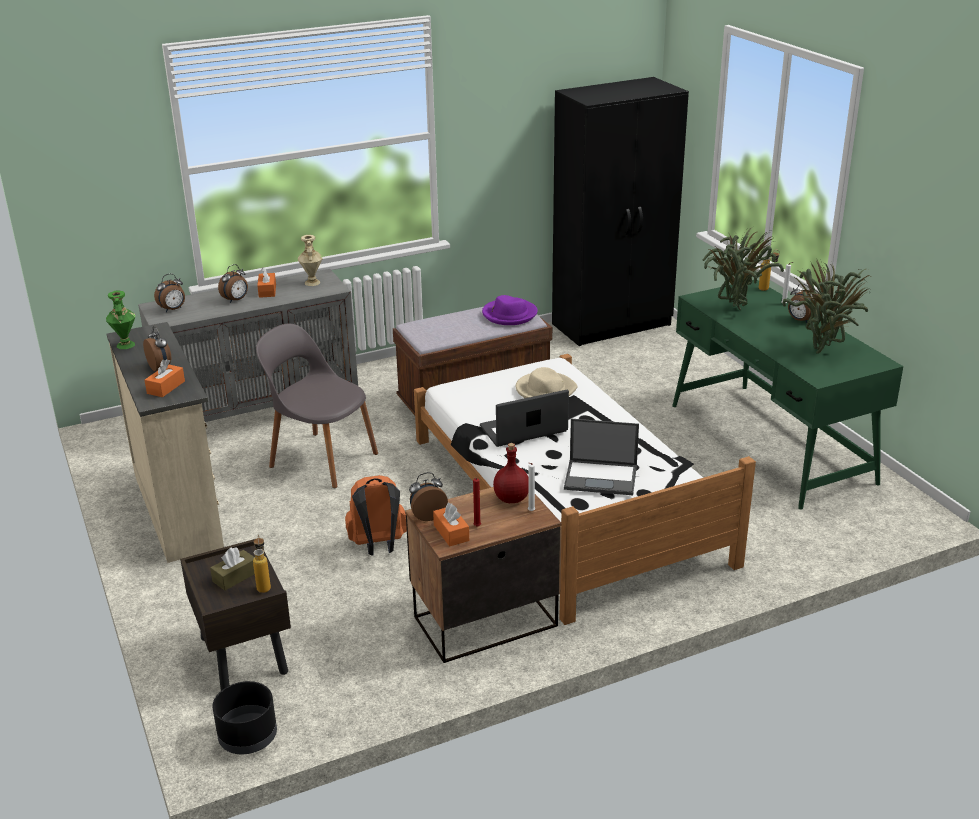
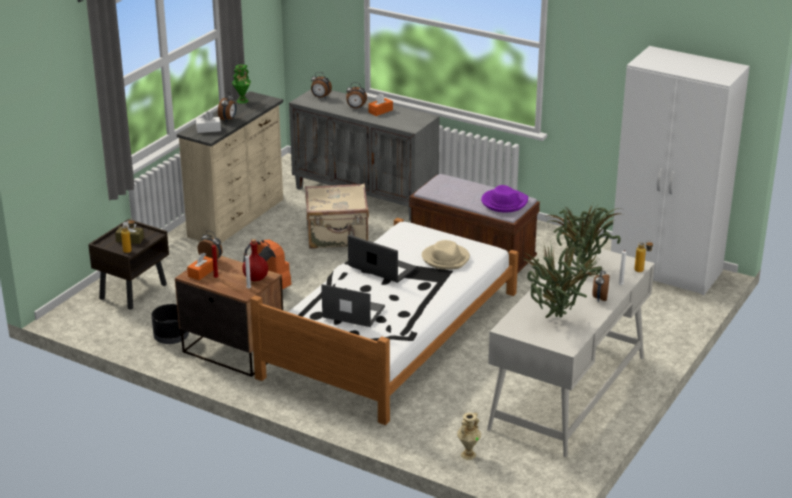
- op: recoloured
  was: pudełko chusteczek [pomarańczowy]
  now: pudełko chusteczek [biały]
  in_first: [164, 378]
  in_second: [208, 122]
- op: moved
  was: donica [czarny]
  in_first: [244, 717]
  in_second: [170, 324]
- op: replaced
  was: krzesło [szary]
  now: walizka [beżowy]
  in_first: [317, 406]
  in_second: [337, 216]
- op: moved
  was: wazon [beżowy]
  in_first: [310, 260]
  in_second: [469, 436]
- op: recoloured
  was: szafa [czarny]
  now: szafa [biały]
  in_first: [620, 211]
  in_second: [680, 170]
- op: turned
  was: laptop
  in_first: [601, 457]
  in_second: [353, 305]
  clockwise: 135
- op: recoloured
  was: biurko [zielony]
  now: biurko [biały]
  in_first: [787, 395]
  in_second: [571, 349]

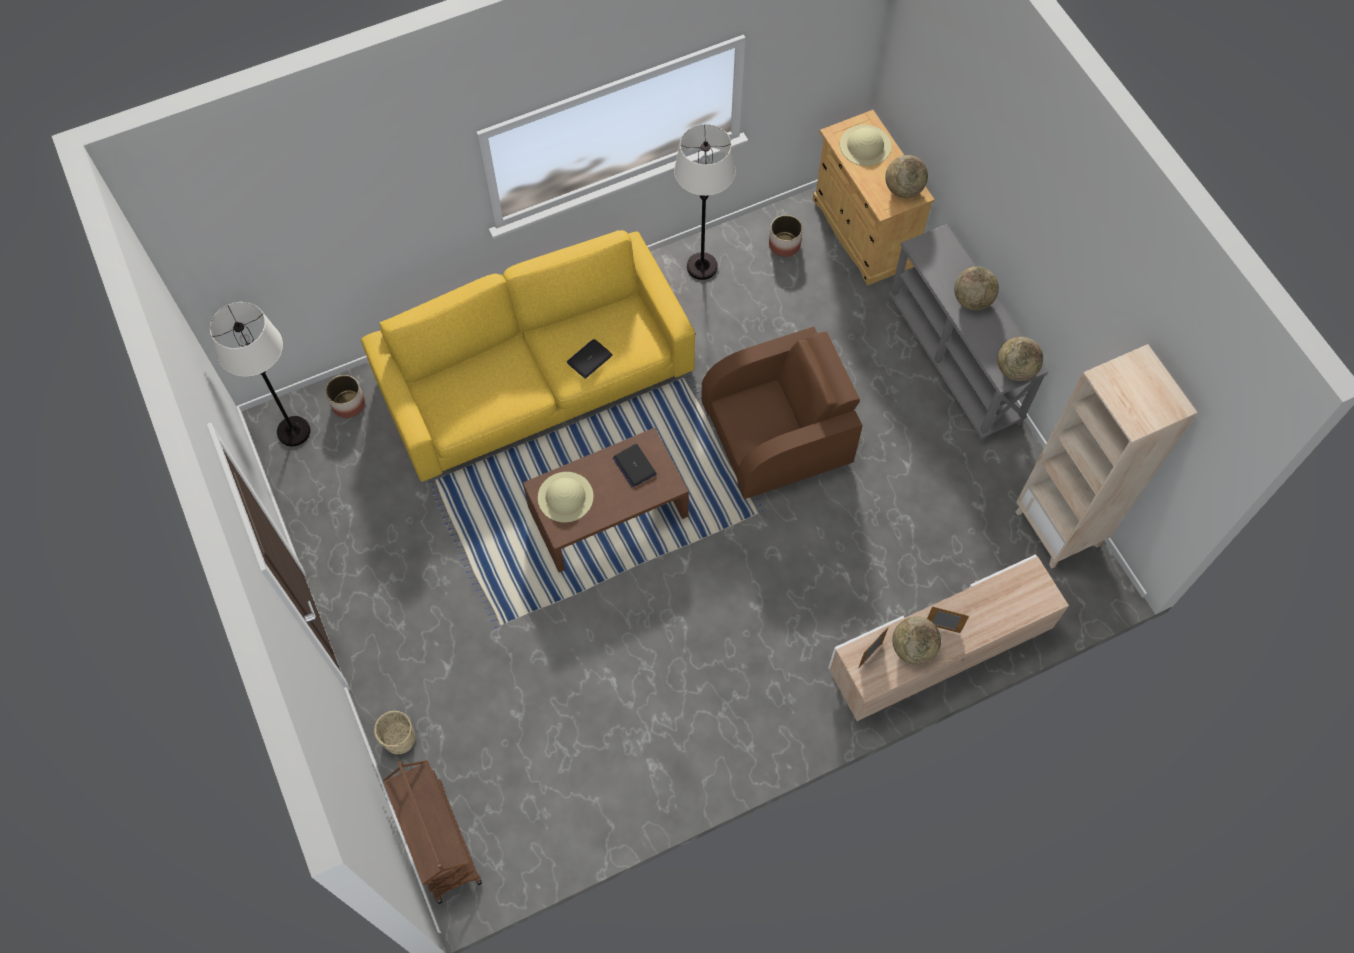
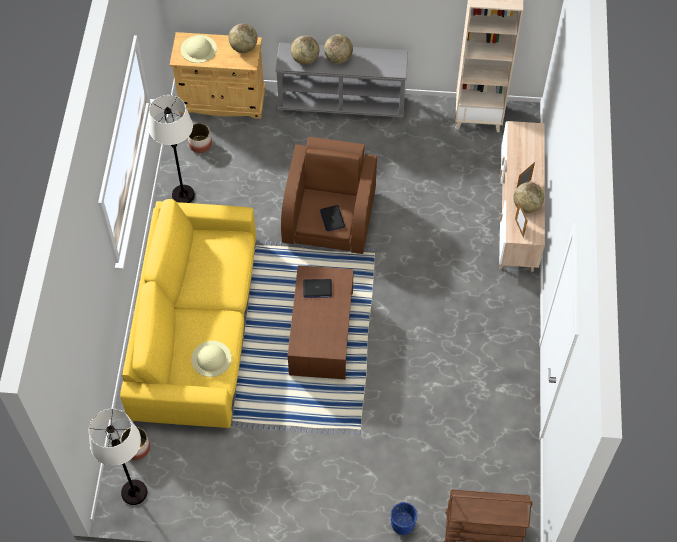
- op: recoloured
  was: donica [beżowy]
  now: donica [niebieski]
  in_first: [394, 732]
  in_second: [404, 518]
- op: moved
  was: kapelusz [beżowy]
  in_first: [566, 497]
  in_second: [211, 359]
- op: moved
  was: laptop
  in_first: [590, 359]
  in_second: [332, 218]
- op: moved
  was: globus
  in_first: [1020, 359]
  in_second: [305, 50]

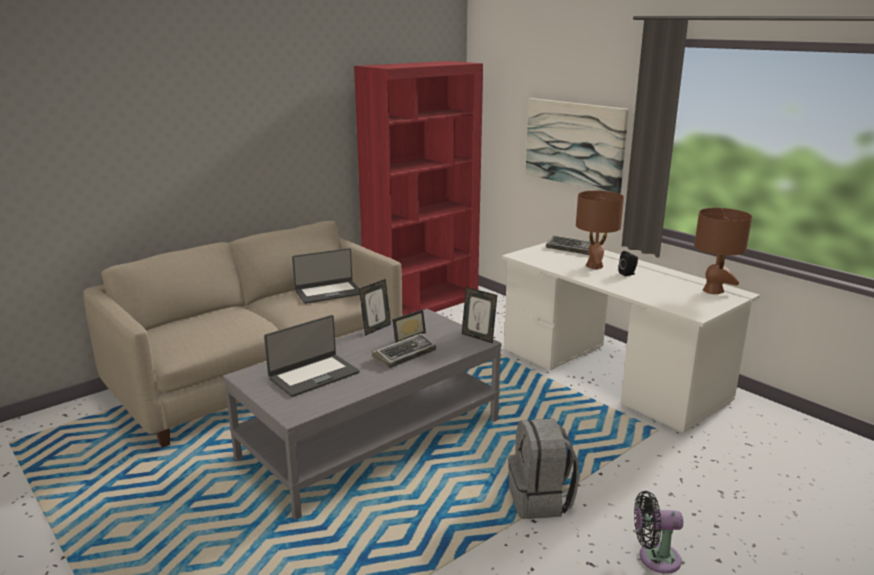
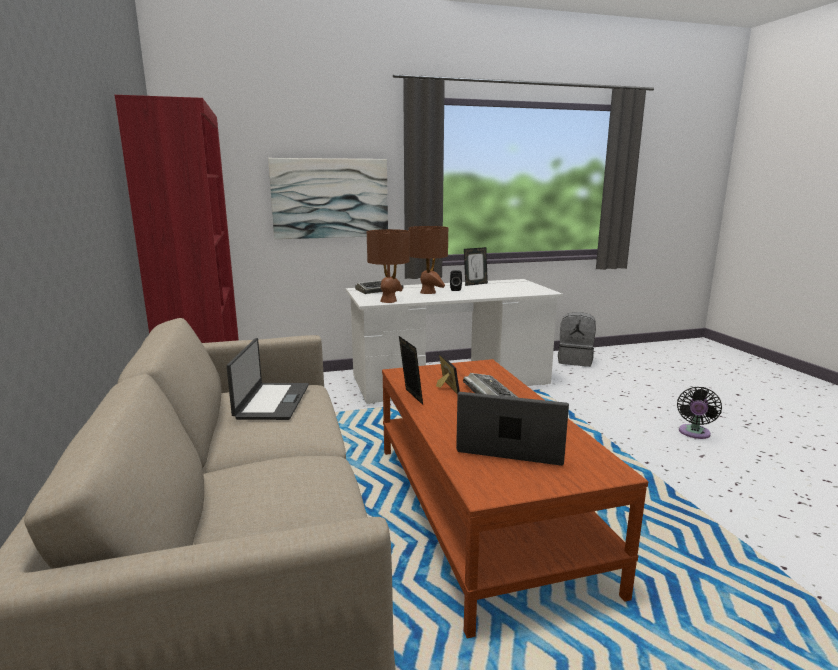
- op: recoloured
  was: ława [szary]
  now: ława [brązowy]
  in_first: [362, 414]
  in_second: [515, 498]
- op: turned
  was: laptop
  in_first: [312, 356]
  in_second: [512, 429]
  clockwise: -60
- op: moved
  was: ramka na zdjęcie
  in_first: [479, 315]
  in_second: [476, 266]
- op: moved
  was: plecak [szary]
  in_first: [543, 469]
  in_second: [577, 339]
- op: moved
  was: lampa stołowa [brązowy]
  in_first: [723, 251]
  in_second: [388, 266]

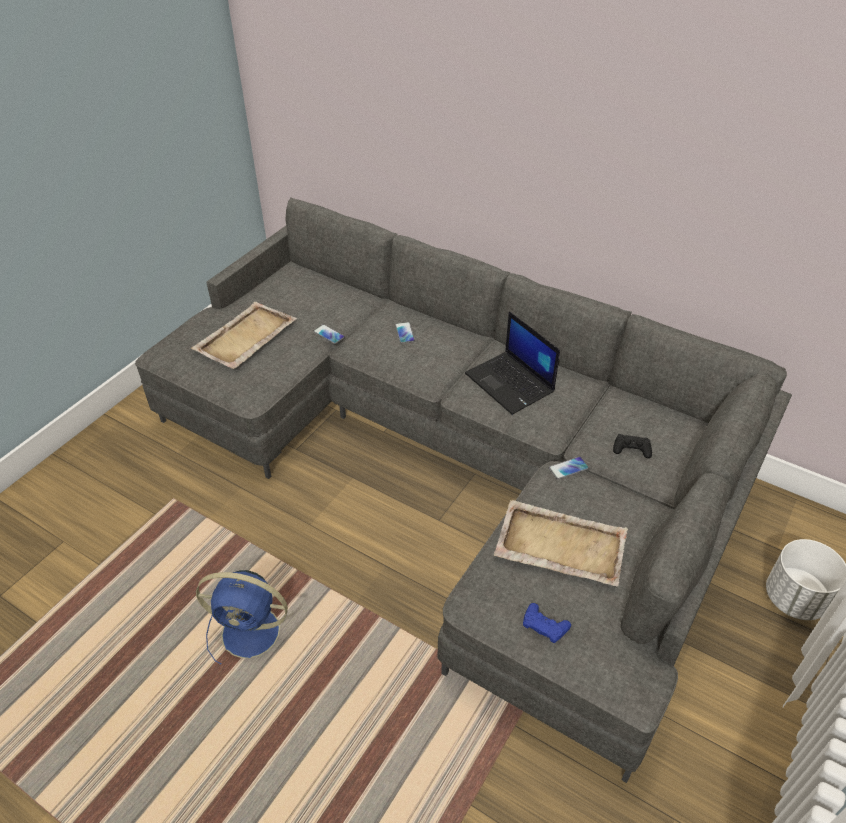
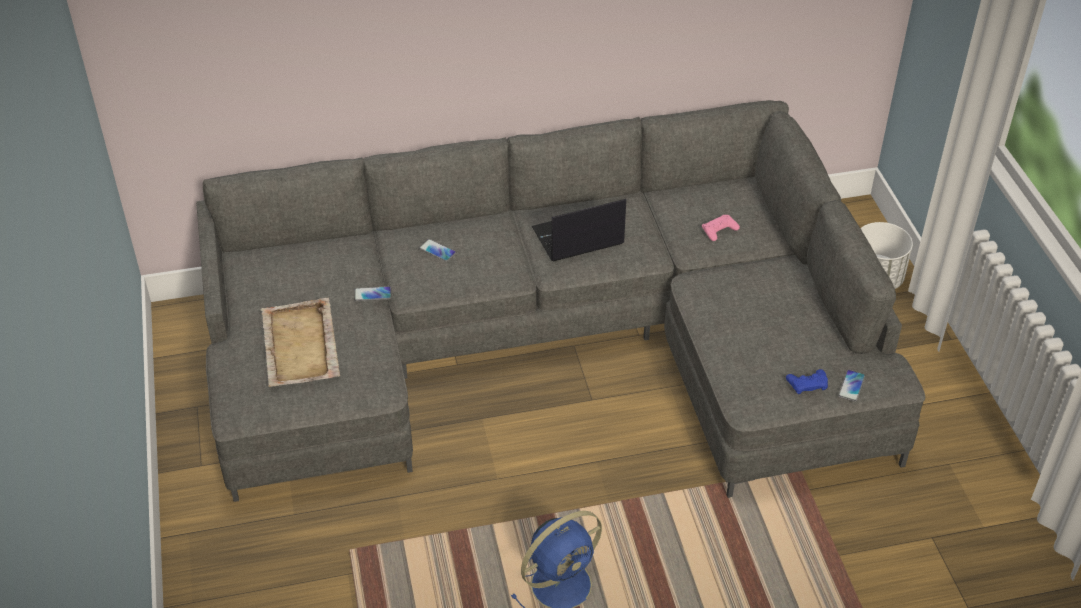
- op: turned
  was: laptop
  in_first: [512, 363]
  in_second: [579, 230]
  clockwise: 150
- op: removed
  was: taca [beżowy]
  in_first: [561, 543]
- op: moved
  was: telefon
  in_first: [569, 468]
  in_second: [851, 386]
- op: recoloured
  was: pad do gier [czarny]
  now: pad do gier [różowy]
  in_first: [632, 446]
  in_second: [721, 228]

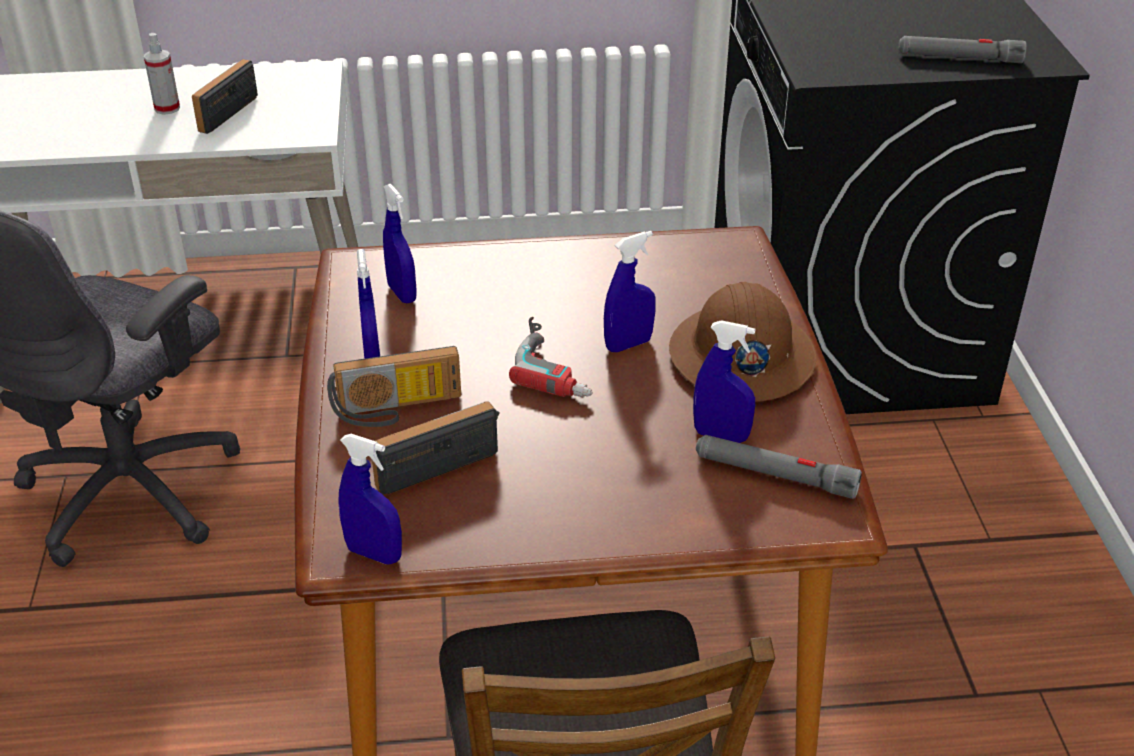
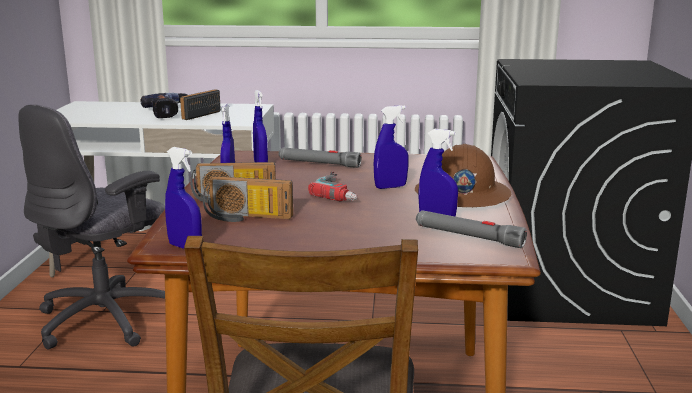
- op: replaced
  was: spryskiwacz
  now: wiertarka
  in_first: [162, 74]
  in_second: [164, 105]
- op: turned
  was: radio
  in_first: [436, 448]
  in_second: [248, 199]
  clockwise: -150
- op: moved
  was: latarka [szary]
  in_first: [962, 49]
  in_second: [320, 157]

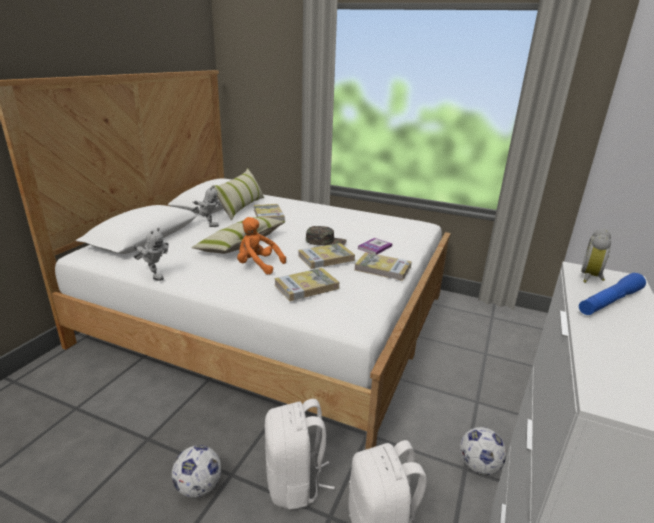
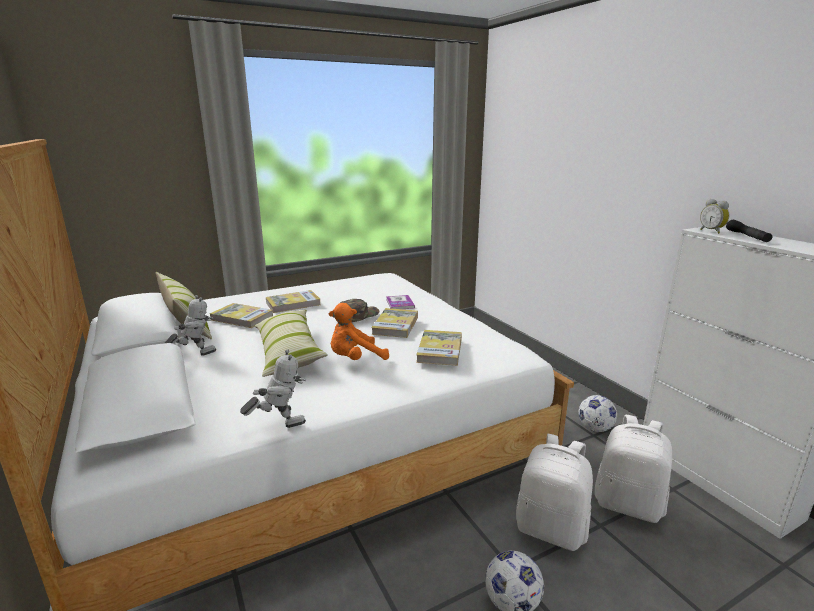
- op: moved
  was: książka
  in_first: [383, 266]
  in_second: [293, 301]
- op: recoloured
  was: latarka [niebieski]
  now: latarka [czarny]
  in_first: [612, 294]
  in_second: [749, 231]

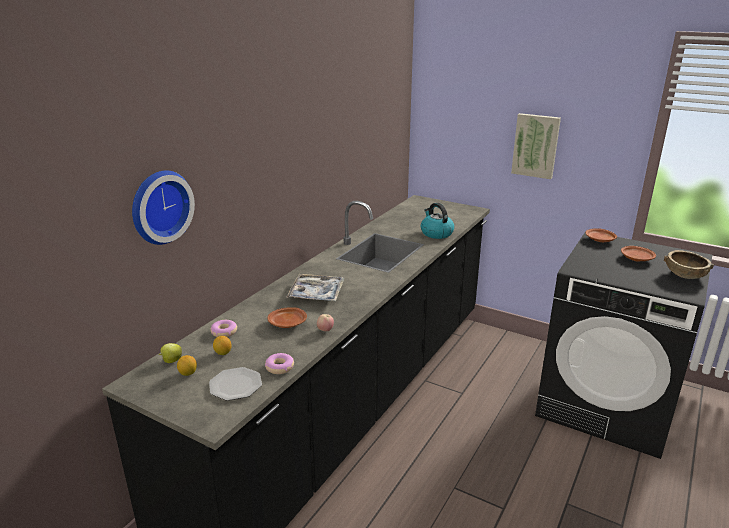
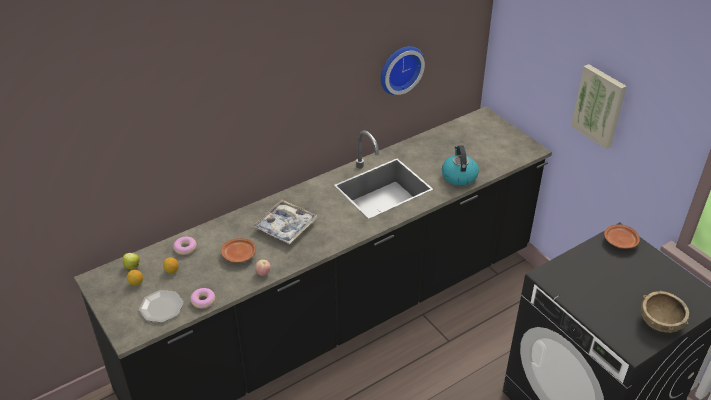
- op: moved
  was: zegar ścienny
  in_first: [163, 207]
  in_second: [403, 70]
- op: removed
  was: talerz [brązowy]
  in_first: [638, 254]

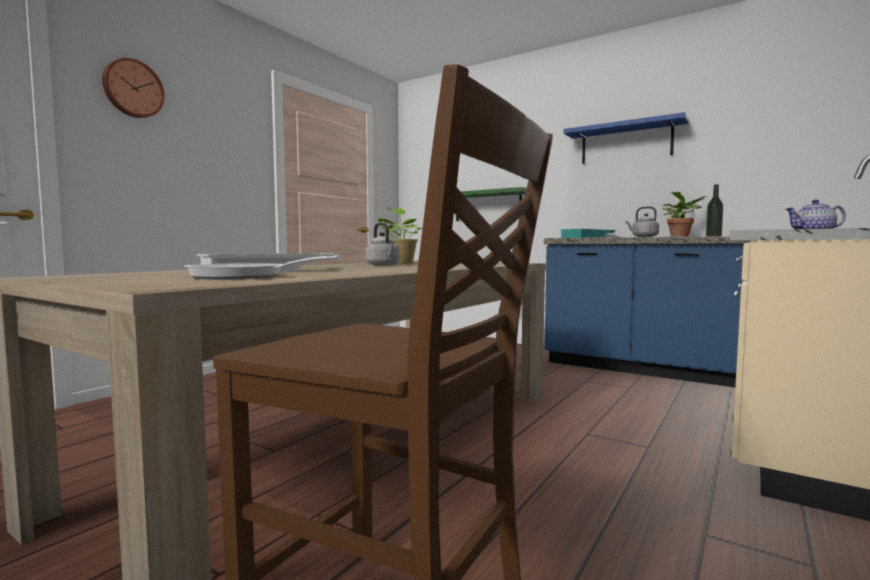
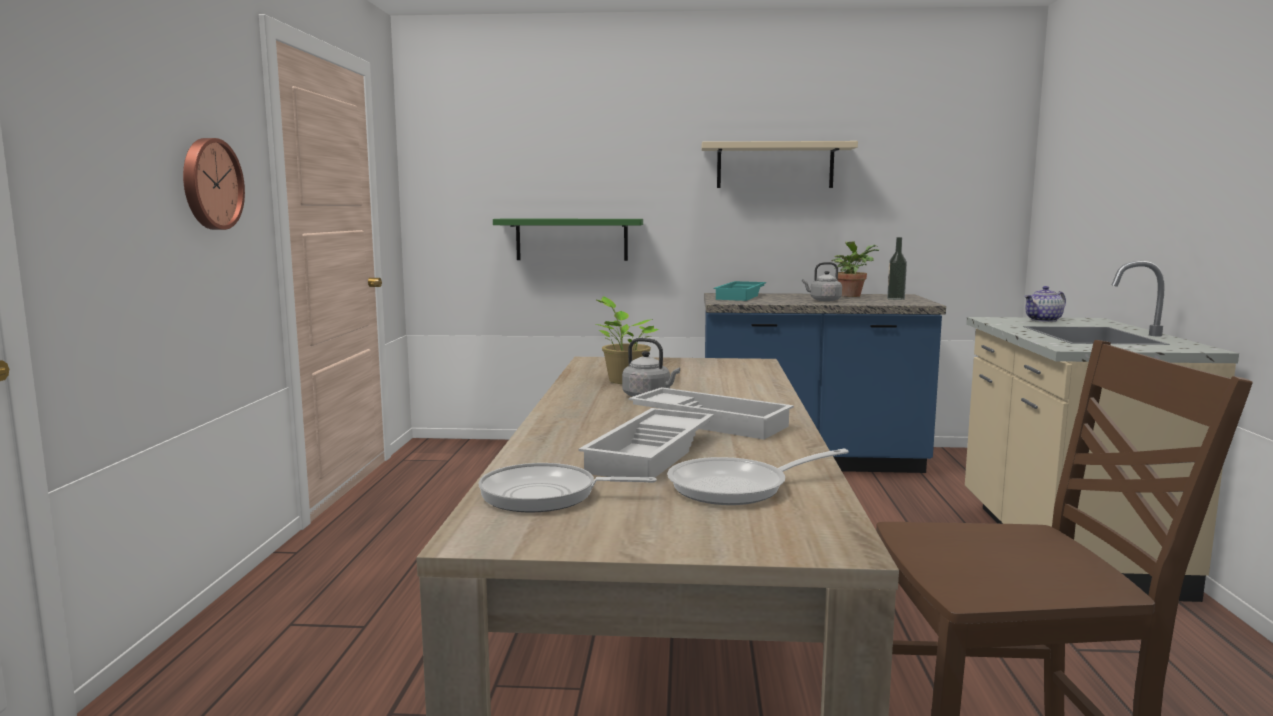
- op: moved
  was: zegar ścienny
  in_first: [133, 88]
  in_second: [214, 184]
- op: recoloured
  was: półka [niebieski]
  now: półka [beżowy]
  in_first: [626, 138]
  in_second: [780, 164]
- op: added
  now: patelnia
  in_second: [567, 487]
- op: added
  now: taca [biały]
  in_second: [711, 413]

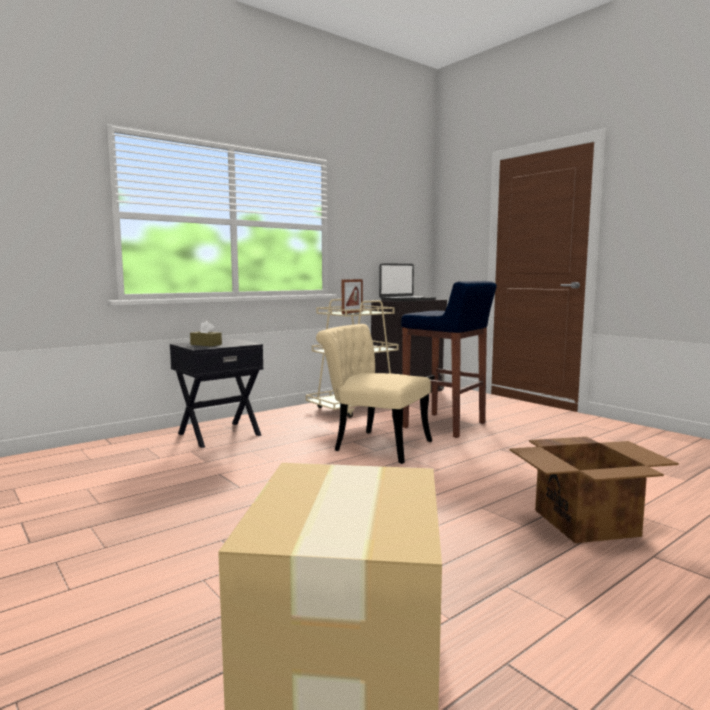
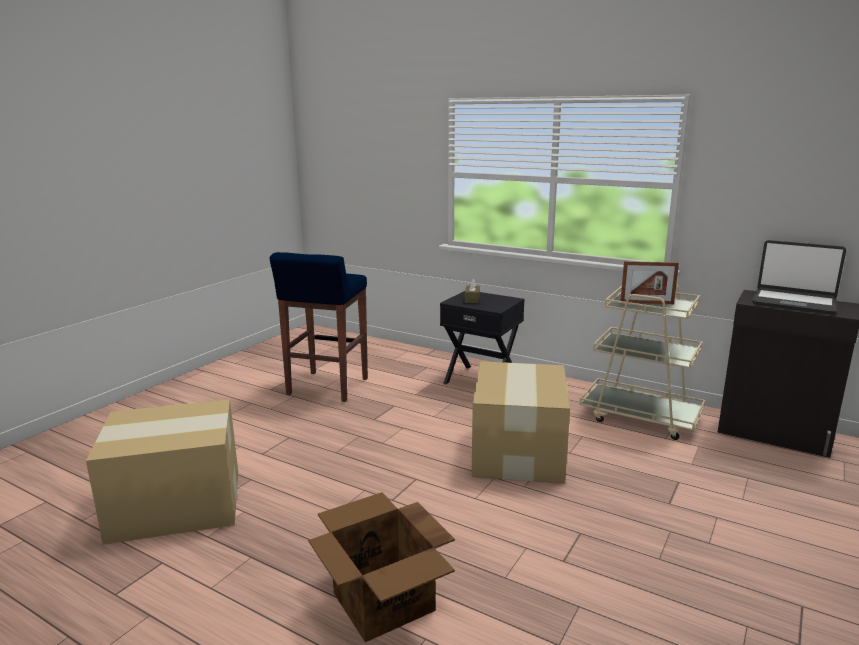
- op: replaced
  was: krzesło [beżowy]
  now: karton
  in_first: [374, 394]
  in_second: [521, 422]
- op: moved
  was: stołek [niebieski]
  in_first: [448, 359]
  in_second: [319, 327]

